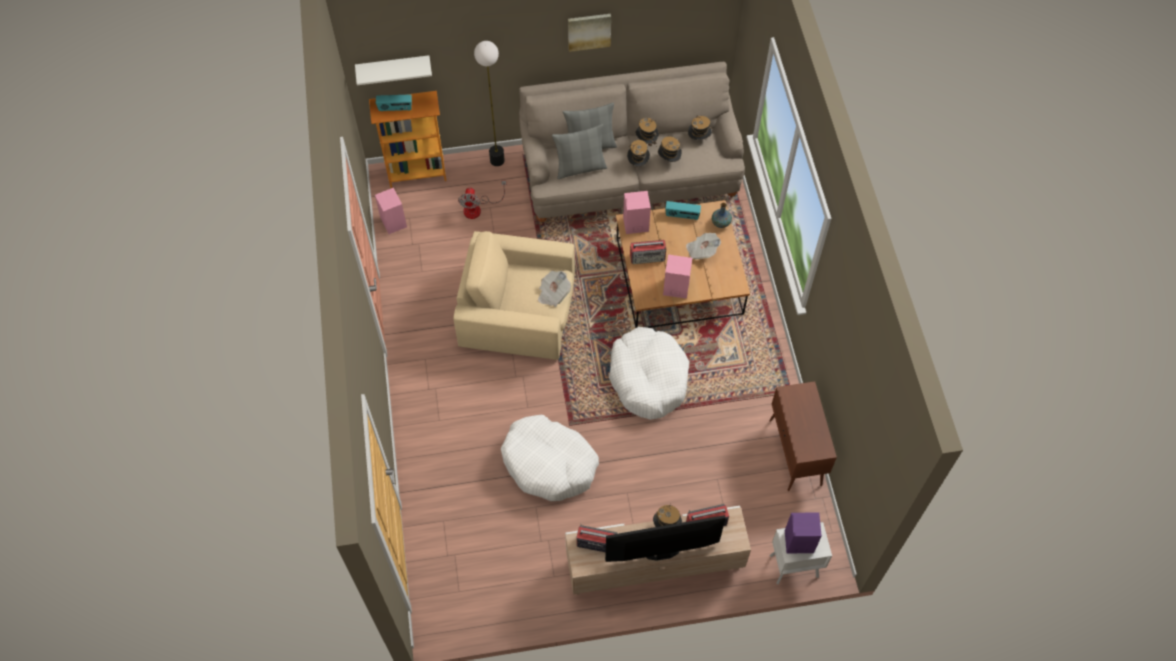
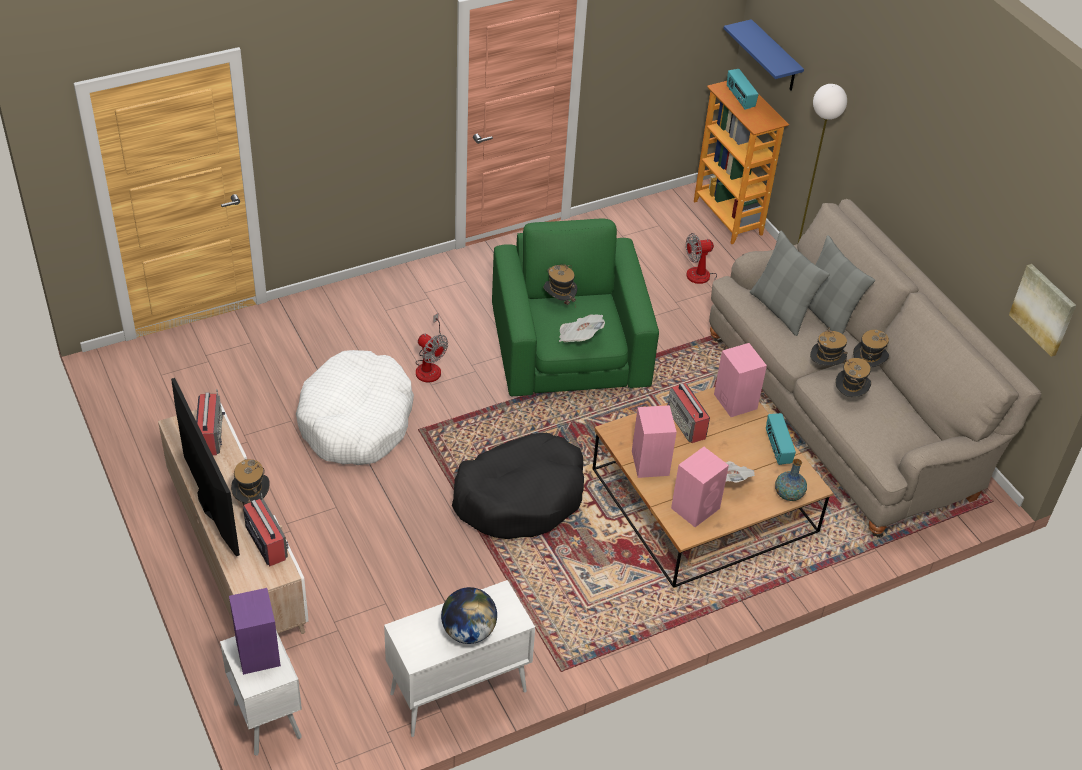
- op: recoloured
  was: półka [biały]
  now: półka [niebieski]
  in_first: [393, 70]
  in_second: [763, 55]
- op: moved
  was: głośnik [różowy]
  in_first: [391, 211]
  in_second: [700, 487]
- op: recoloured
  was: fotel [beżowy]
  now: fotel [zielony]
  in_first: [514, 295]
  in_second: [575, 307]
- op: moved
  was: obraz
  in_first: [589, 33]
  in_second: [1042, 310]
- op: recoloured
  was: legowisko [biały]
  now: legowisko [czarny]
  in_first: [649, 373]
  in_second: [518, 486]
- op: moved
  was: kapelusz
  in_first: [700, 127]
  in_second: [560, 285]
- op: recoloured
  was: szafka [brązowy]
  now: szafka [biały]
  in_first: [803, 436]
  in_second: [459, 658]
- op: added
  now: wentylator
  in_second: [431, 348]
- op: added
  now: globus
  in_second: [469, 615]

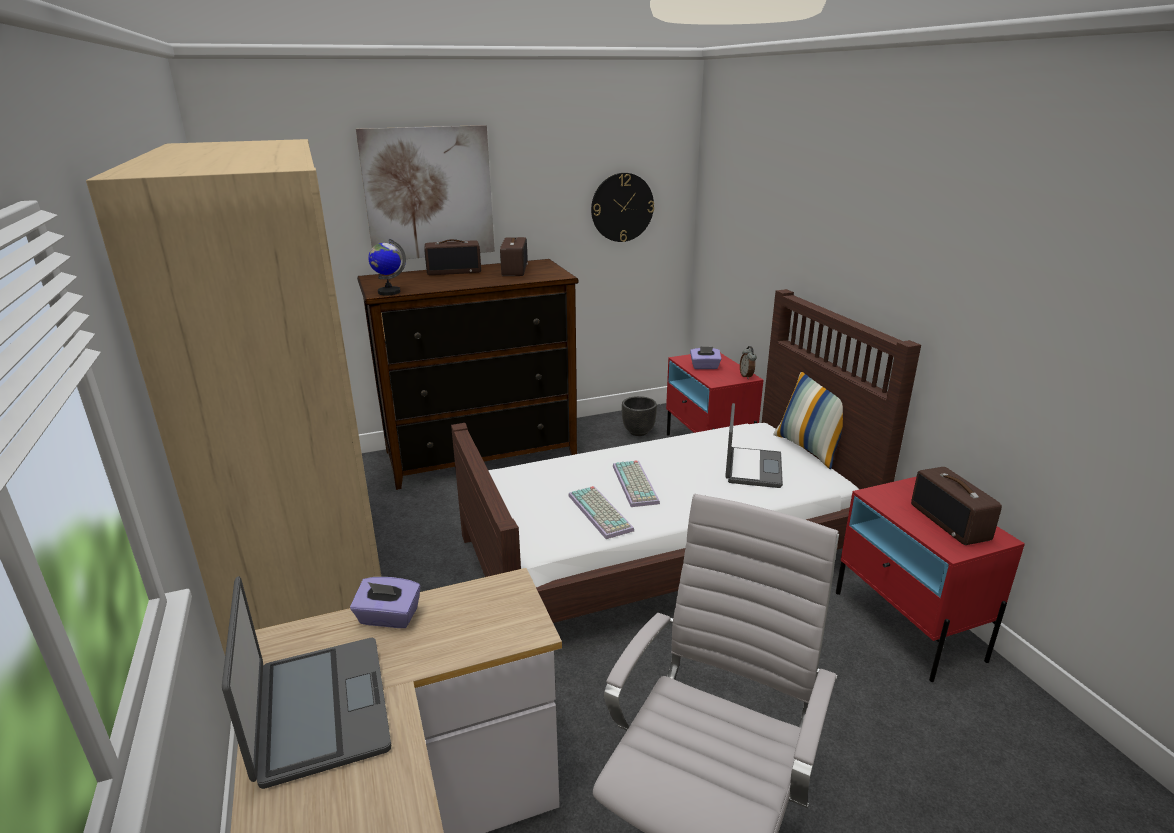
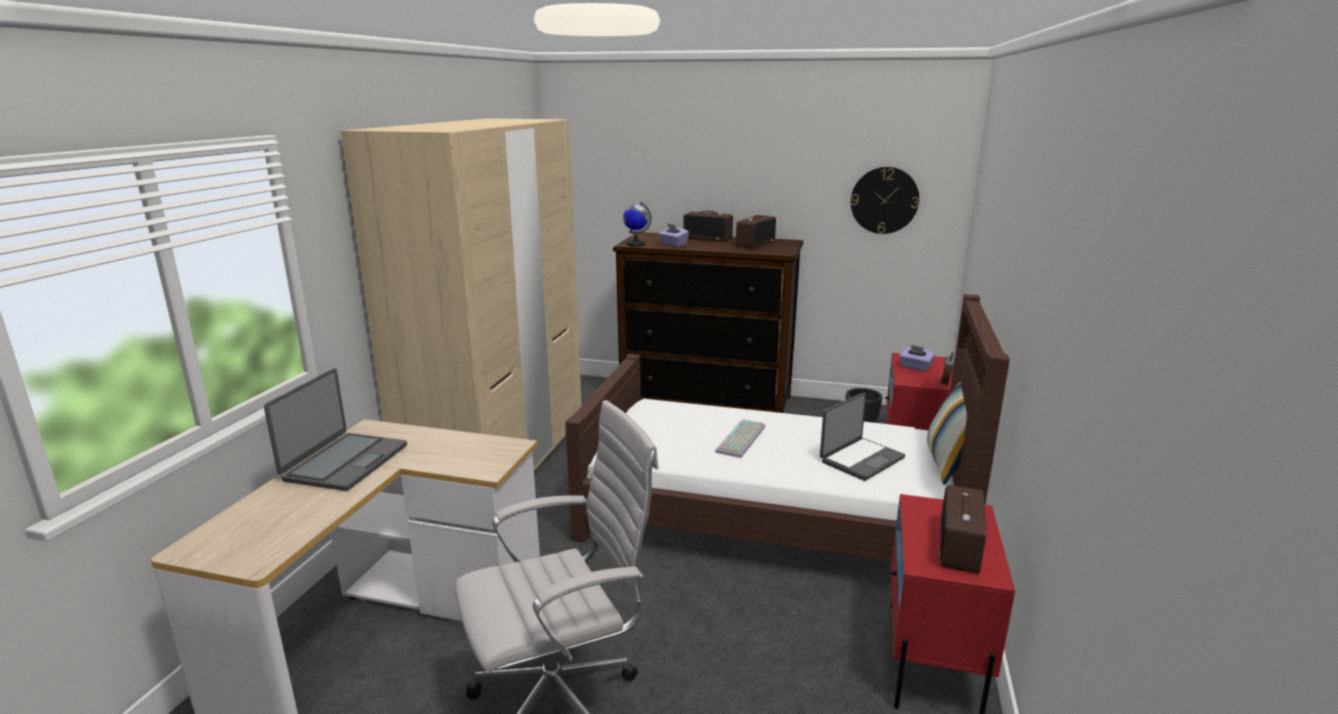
- op: moved
  was: pudełko chusteczek [fioletowy]
  in_first: [385, 602]
  in_second: [673, 235]
- op: removed
  was: obraz
  in_first: [425, 192]
- op: removed
  was: klawiatura
  in_first: [601, 512]

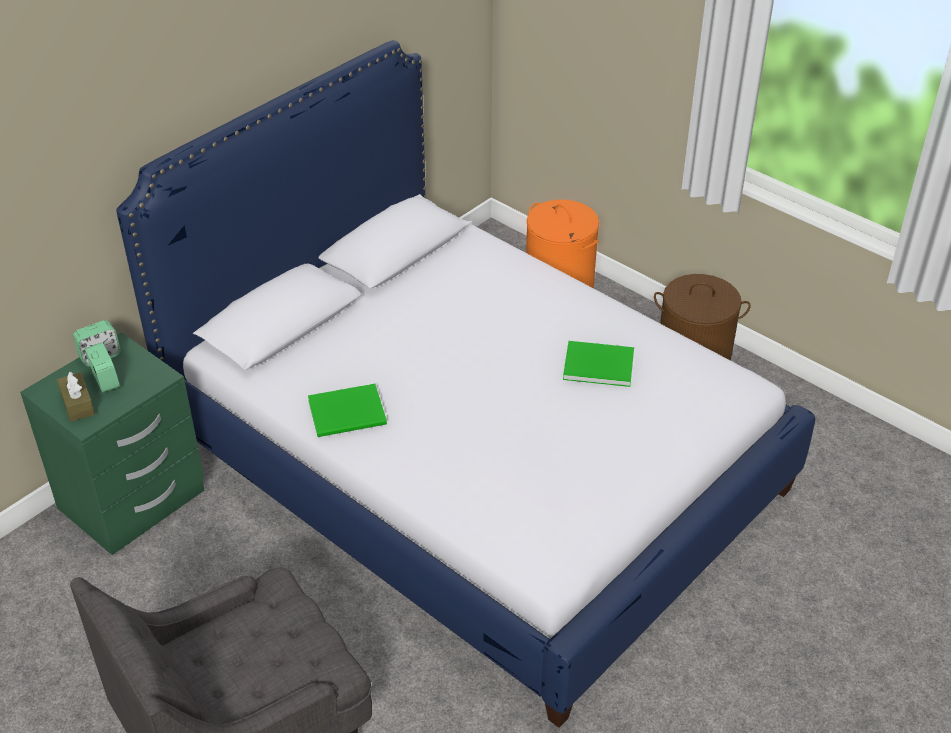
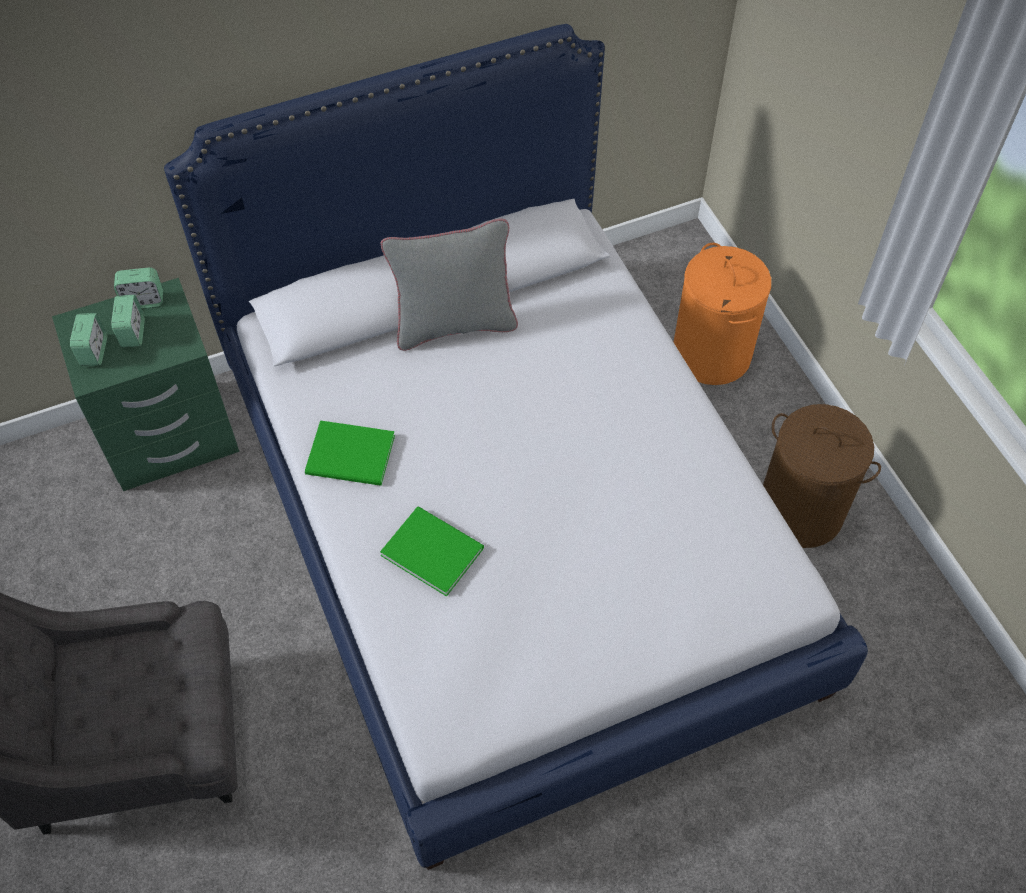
- op: replaced
  was: pudełko chusteczek [brązowy]
  now: budzik
  in_first: [76, 397]
  in_second: [88, 339]
- op: moved
  was: książka [zielony]
  in_first: [598, 364]
  in_second: [432, 551]
- op: added
  now: poduszka [szary]
  in_second: [449, 284]

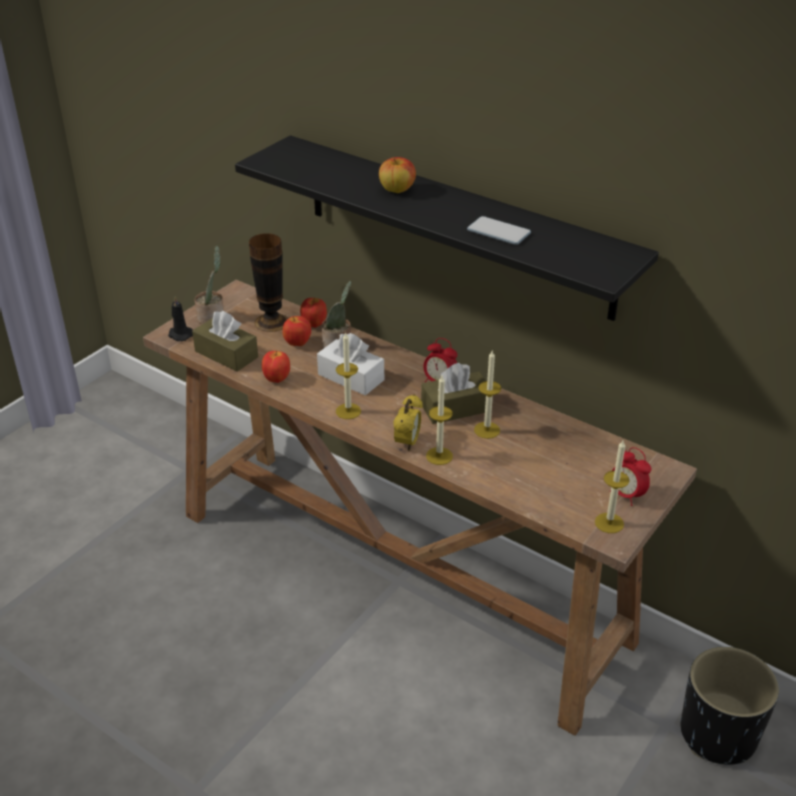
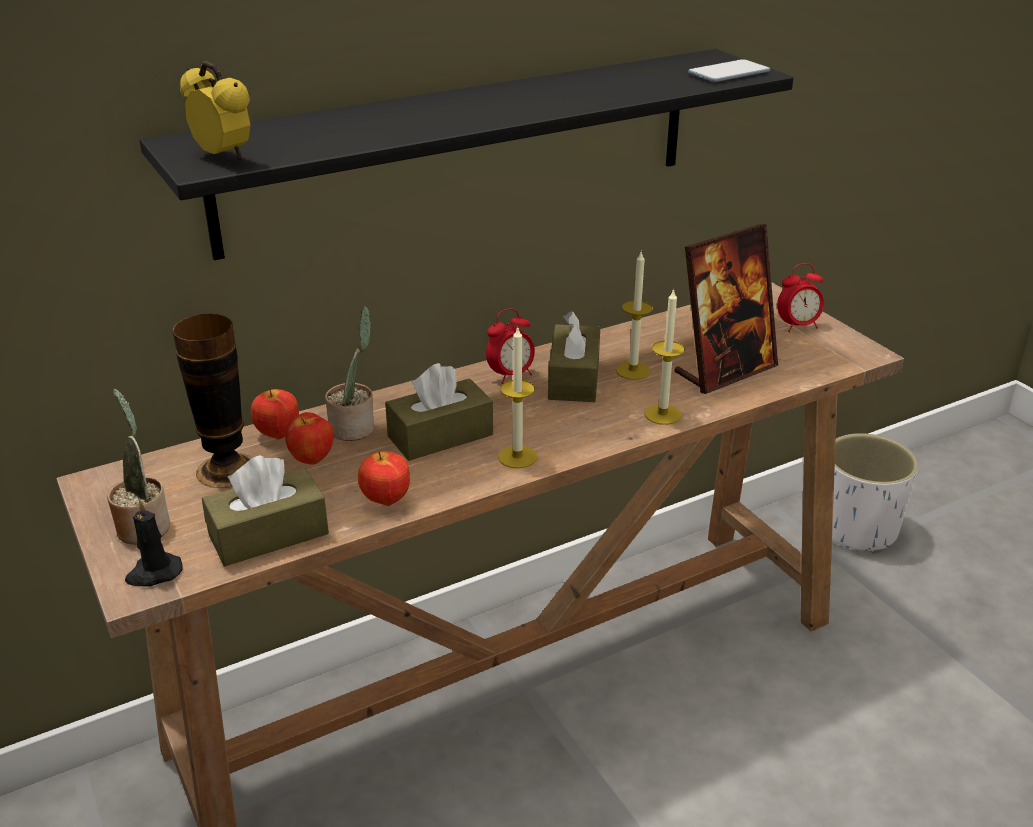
- op: recoloured
  was: pudełko chusteczek [biały]
  now: pudełko chusteczek [brązowy]
  in_first: [350, 364]
  in_second: [439, 412]
- op: removed
  was: jabłko
  in_first: [397, 175]
- op: moved
  was: budzik
  in_first: [408, 422]
  in_second: [215, 110]
- op: moved
  was: telefon
  in_first: [499, 230]
  in_second: [729, 70]
- op: removed
  was: świeca
  in_first: [612, 486]
- op: recoloured
  was: donica [czarny]
  now: donica [biały]
  in_first: [730, 706]
  in_second: [875, 493]
- op: added
  now: ramka na zdjęcie
  in_second: [726, 309]

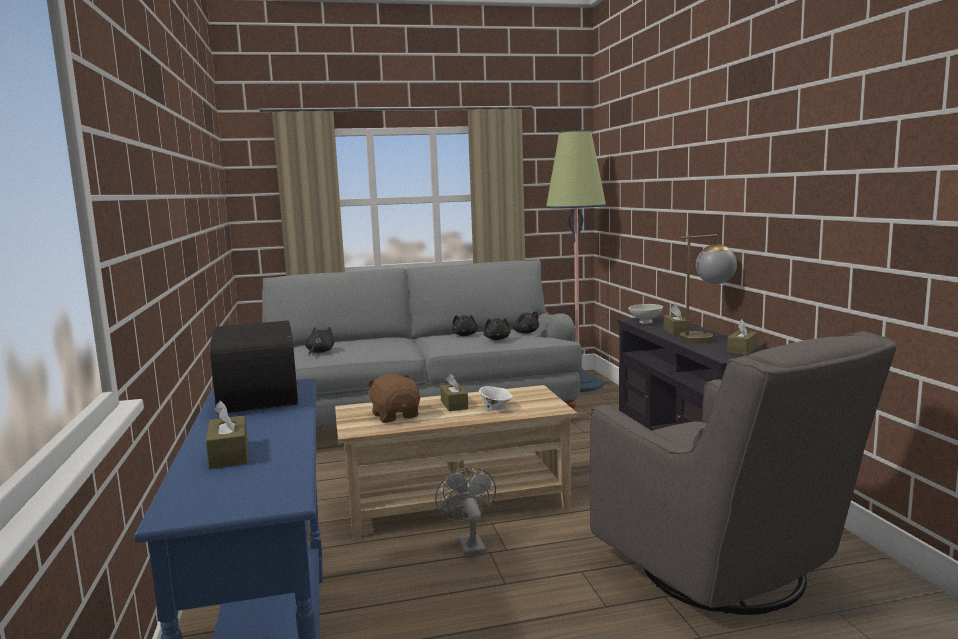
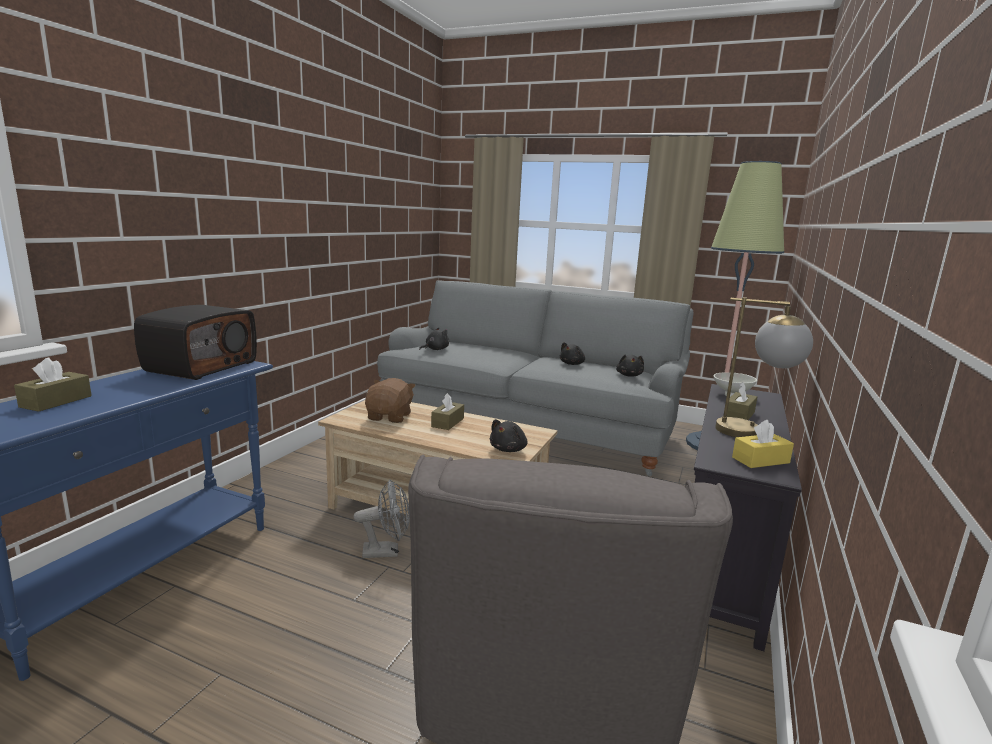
- op: turned
  was: wentylator [szary]
  in_first: [465, 512]
  in_second: [382, 519]
  clockwise: 60
- op: removed
  was: miska [biały]
  in_first: [496, 398]
- op: moved
  was: pluszak [czarny]
  in_first: [497, 329]
  in_second: [509, 435]
- op: recoloured
  was: pudełko chusteczek [brązowy]
  now: pudełko chusteczek [żółty]
  in_first: [742, 337]
  in_second: [763, 444]

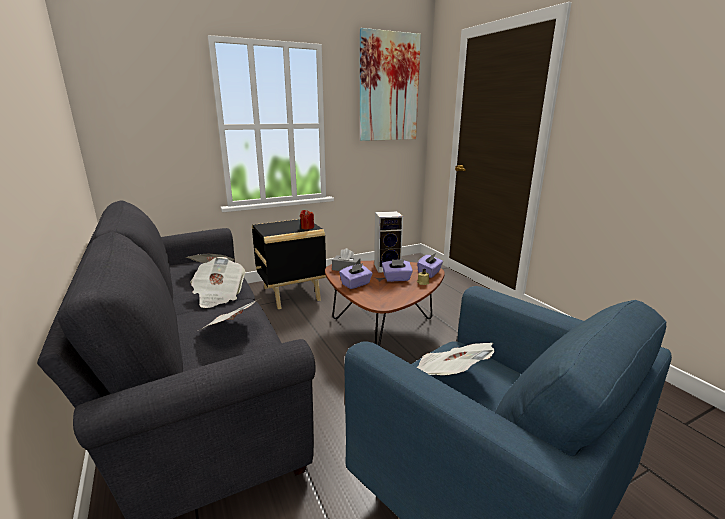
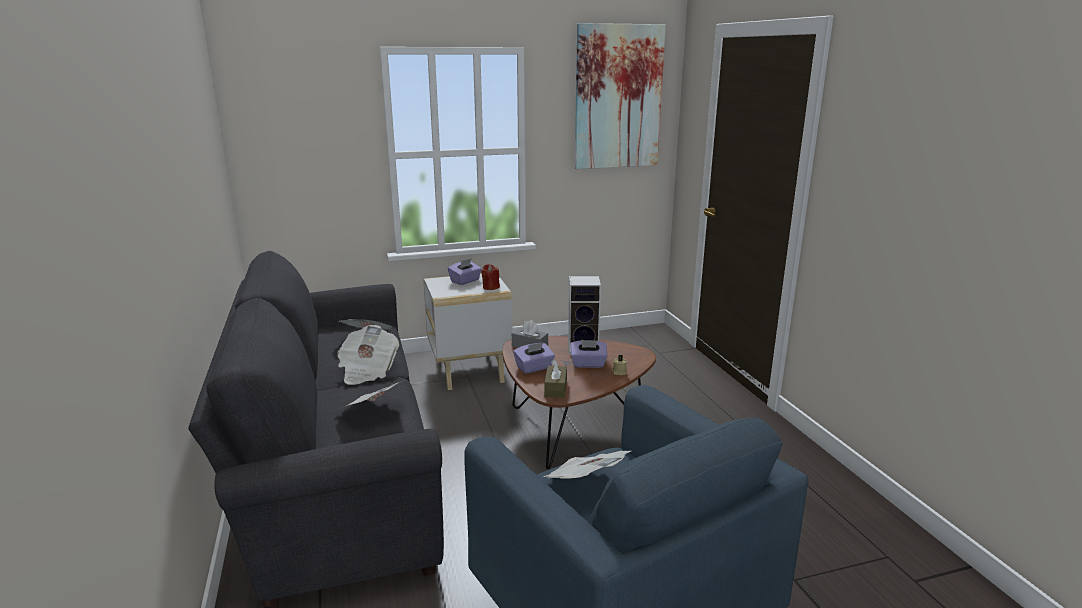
- op: recoloured
  was: stolik [czarny]
  now: stolik [biały]
  in_first: [289, 264]
  in_second: [468, 331]
- op: moved
  was: pudełko chusteczek [fioletowy]
  in_first: [430, 265]
  in_second: [465, 271]
- op: added
  now: pudełko chusteczek [brązowy]
  in_second: [555, 378]

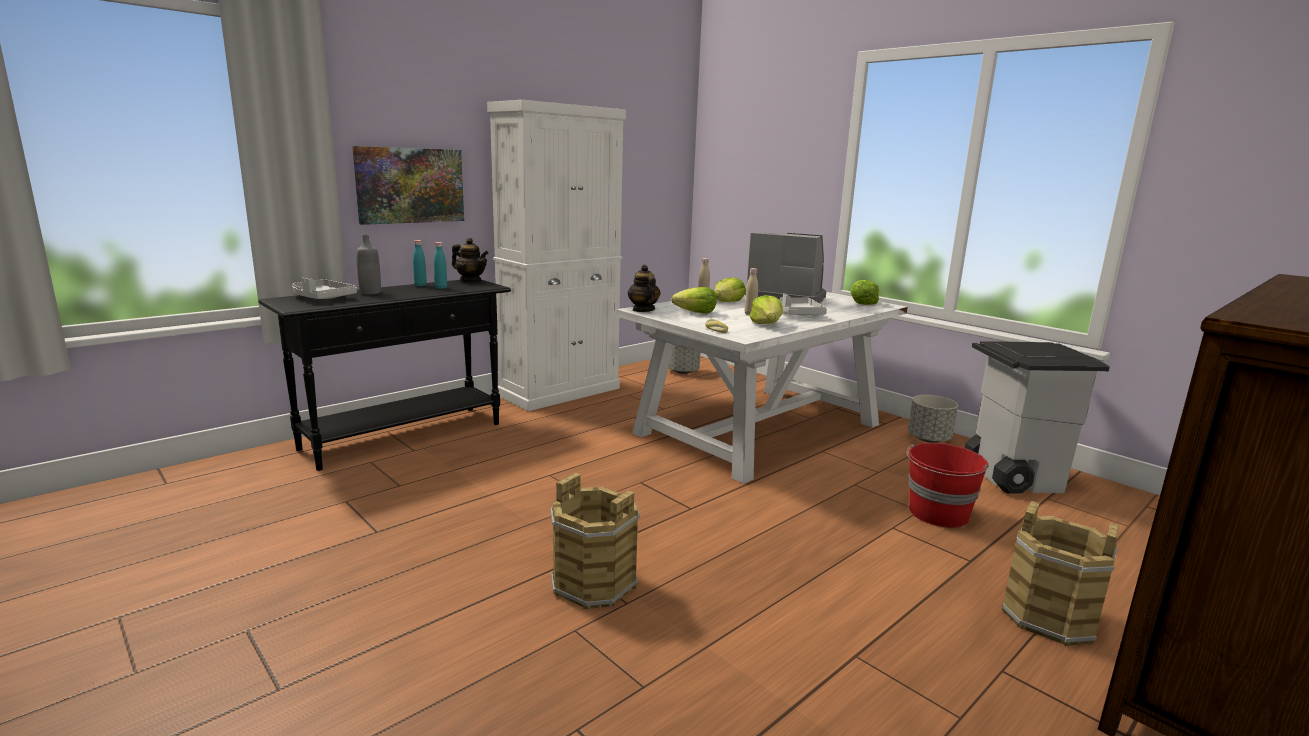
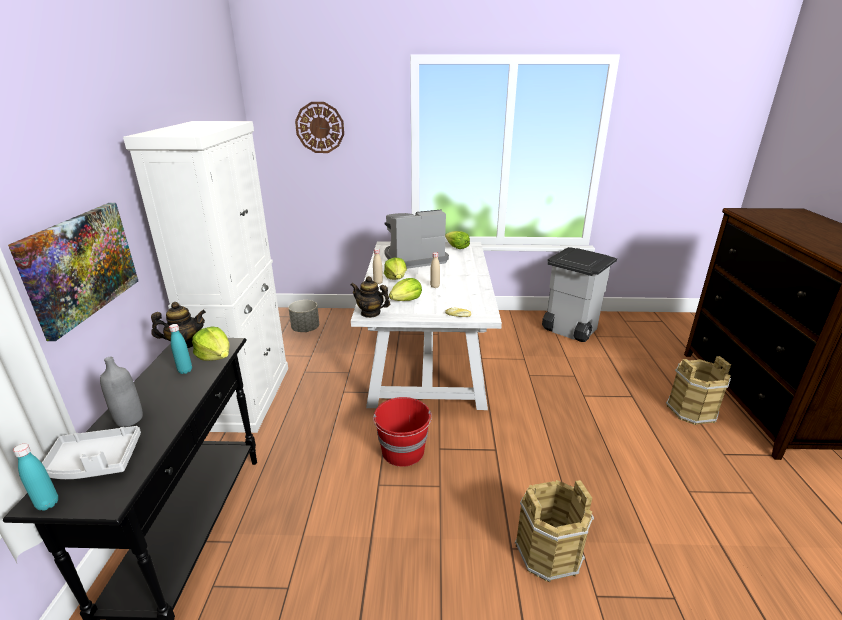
- op: moved
  was: butelka [turkusowy]
  in_first: [420, 263]
  in_second: [35, 477]
- op: moved
  was: sałata
  in_first: [766, 309]
  in_second: [211, 343]
- op: removed
  was: taca [szary]
  in_first: [803, 305]
- op: moved
  was: wiadro [czerwony]
  in_first: [948, 485]
  in_second: [402, 432]
- op: removed
  was: donica [szary]
  in_first: [933, 419]
- op: added
  now: zegar ścienny
  in_second: [319, 127]

